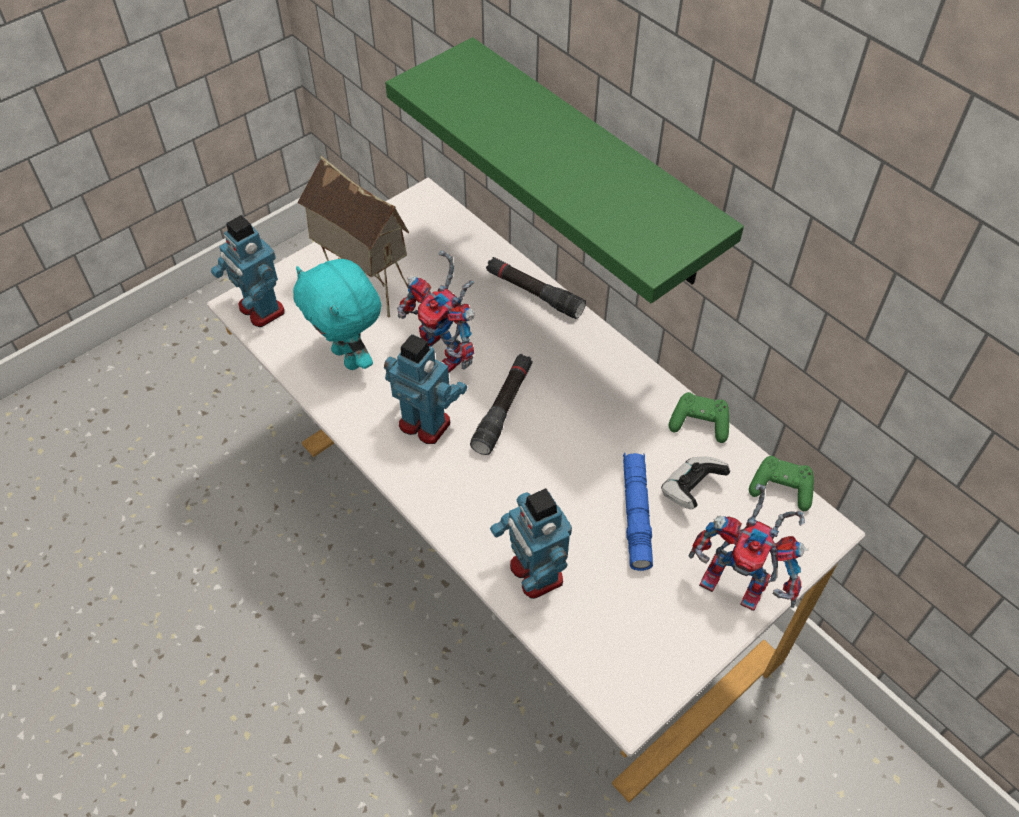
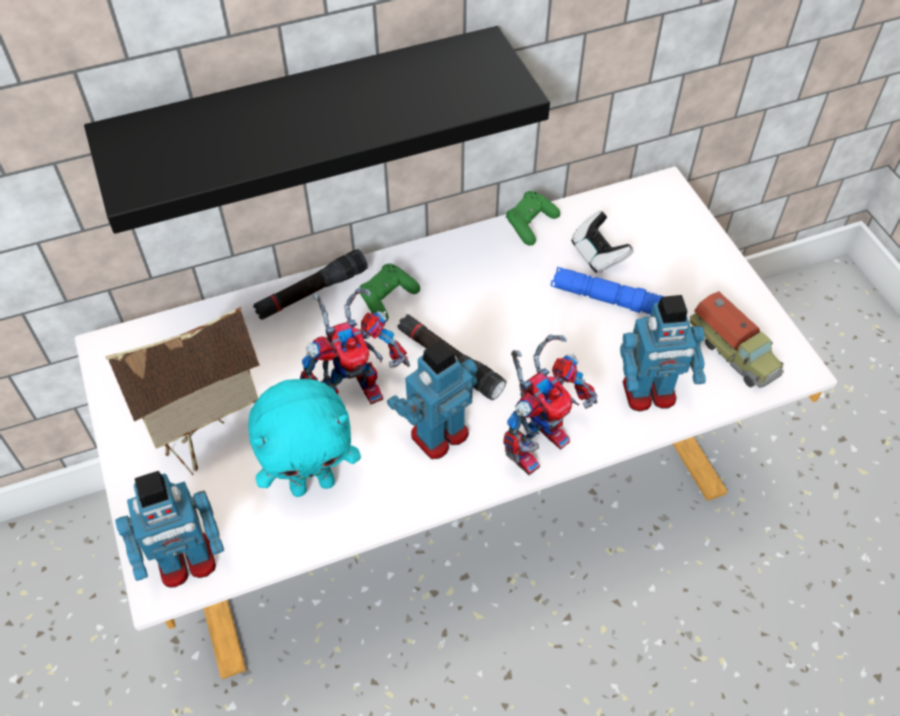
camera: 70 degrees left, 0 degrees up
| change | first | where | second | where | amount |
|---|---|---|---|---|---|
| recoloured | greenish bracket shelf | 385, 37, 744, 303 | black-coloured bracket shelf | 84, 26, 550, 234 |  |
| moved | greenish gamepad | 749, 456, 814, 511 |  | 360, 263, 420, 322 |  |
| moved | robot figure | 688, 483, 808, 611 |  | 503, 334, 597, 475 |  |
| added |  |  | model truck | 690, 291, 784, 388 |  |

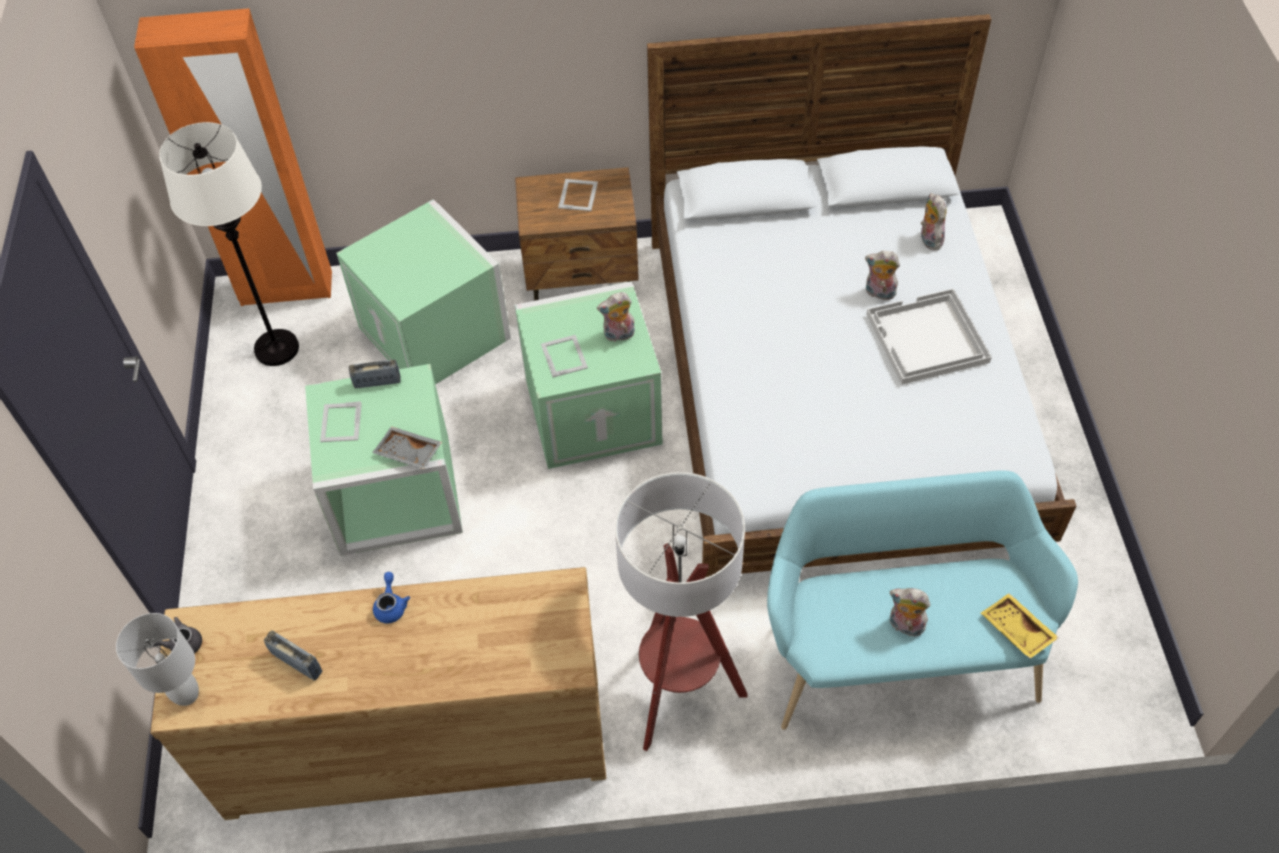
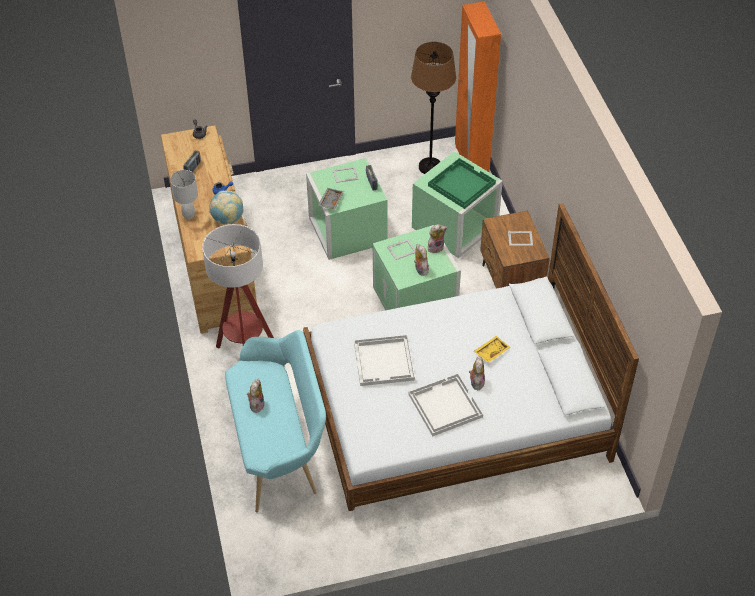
camera: 80 degrees right, 5 degrees down
| change | first | where | second | where | amount |
|---|---|---|---|---|---|
| recoloured | whitish standard lamp | 159, 122, 299, 366 | brownish standard lamp | 411, 42, 456, 174 |  |
| moved | cuddly toy | 921, 193, 946, 250 |  | 428, 224, 447, 253 |  |
| moved | yellowish tray | 981, 593, 1059, 659 |  | 474, 336, 510, 363 |  |
| moved | whitish lamp for a table | 116, 613, 199, 706 |  | 170, 170, 198, 220 |  |
| added |  |  | greenish tray | 428, 158, 496, 209 |  |
| added |  |  | desk globe | 209, 191, 243, 225 |  |
| added |  |  | whitish tray | 354, 335, 415, 386 |  |

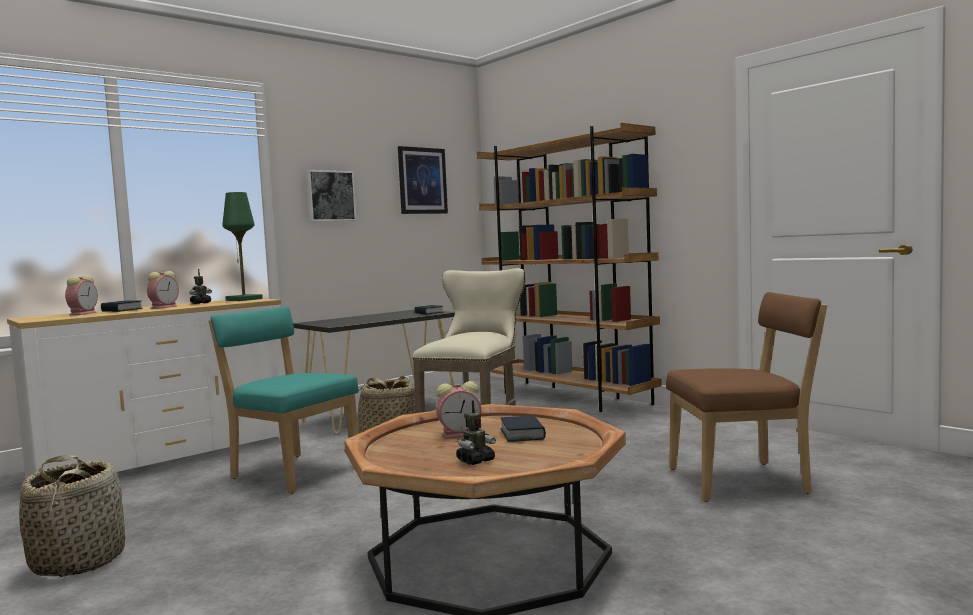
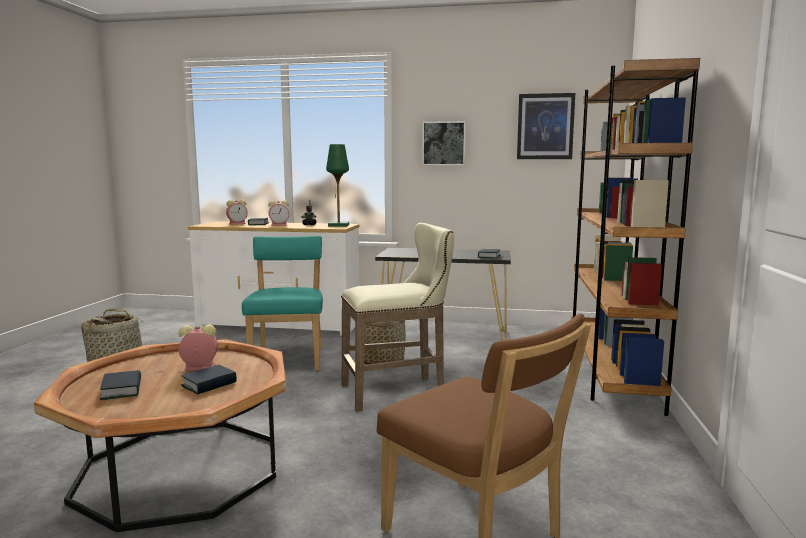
camera: 50 degrees right, 5 degrees up
| change | first | where | second | where | amount |
|---|---|---|---|---|---|
| turned | table clock | 436, 381, 481, 439 |  | 179, 324, 218, 371 | 135 degrees clockwise |
| replaced | robot figure | 456, 400, 496, 465 | volume | 100, 370, 141, 400 |  |

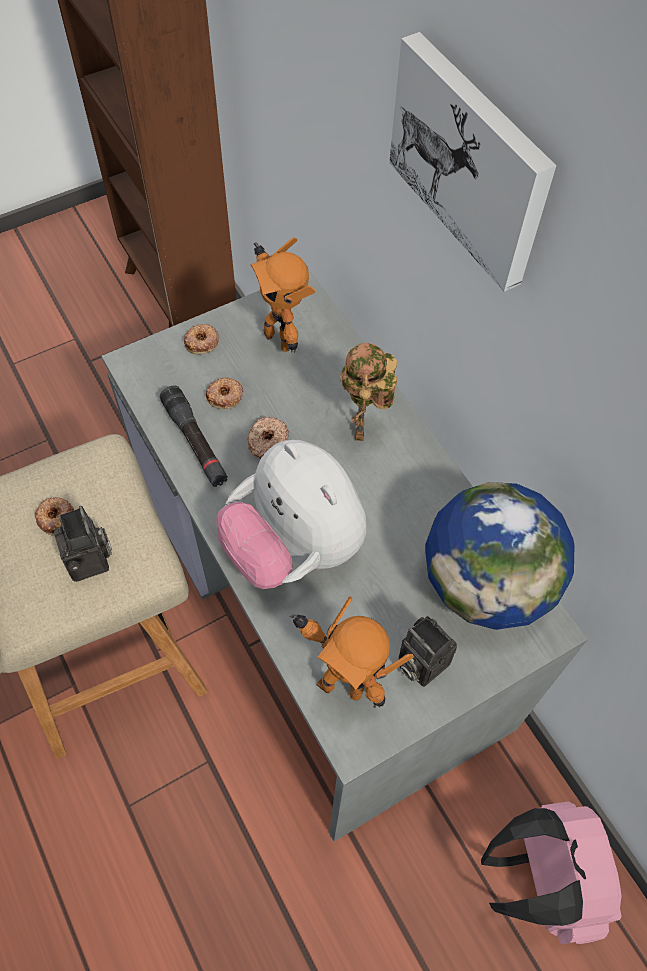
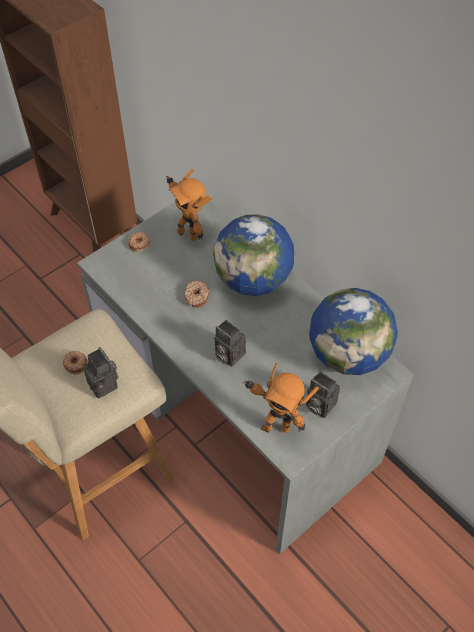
camera: 10 degrees left, 5 degrees down
| change | first | where | second | where | amount |
|---|---|---|---|---|---|
| removed | wall picture | 389, 32, 556, 292 |  |  |  |
| replaced | robot figure | 340, 343, 397, 441 | desk globe | 213, 214, 294, 296 |  |
| removed | doughnut | 206, 377, 244, 409 |  |  |  |
| removed | black-coloured flashlight | 160, 385, 227, 487 |  |  |  |
| replaced | cuddly toy | 216, 440, 366, 589 | photo camera | 215, 320, 246, 367 |  |
| removed | pink-coloured backpack | 481, 802, 622, 944 |  |  |  |

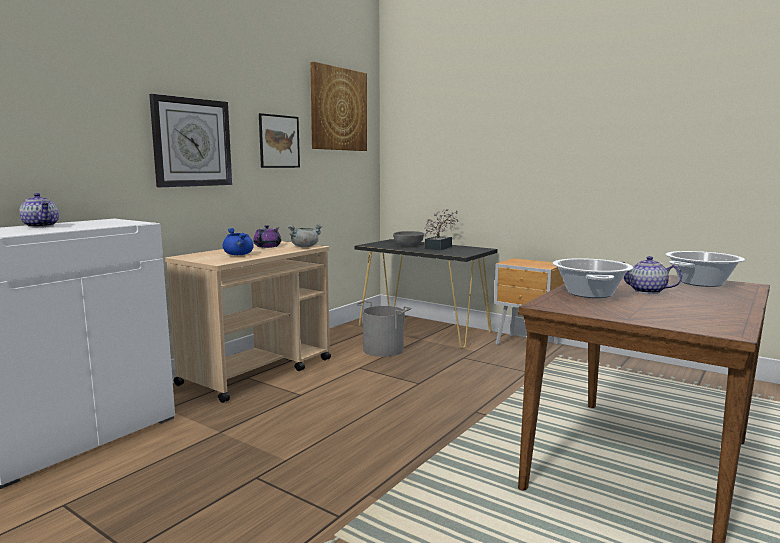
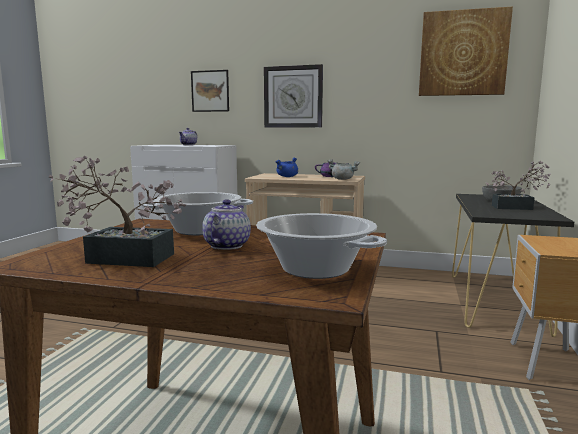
camera: 70 degrees right, 0 degrees up
| change | first | where | second | where | amount |
|---|---|---|---|---|---|
| moved | wall picture | 259, 113, 300, 168 |  | 191, 70, 229, 112 |  |
| removed | gray pail | 356, 301, 411, 357 |  |  |  |
| added |  |  | plant in a pot | 49, 155, 186, 267 |  |

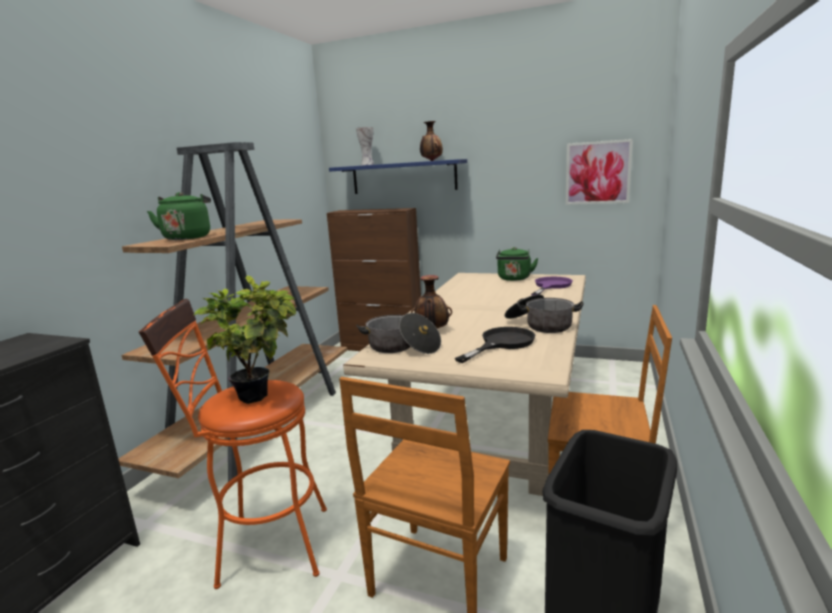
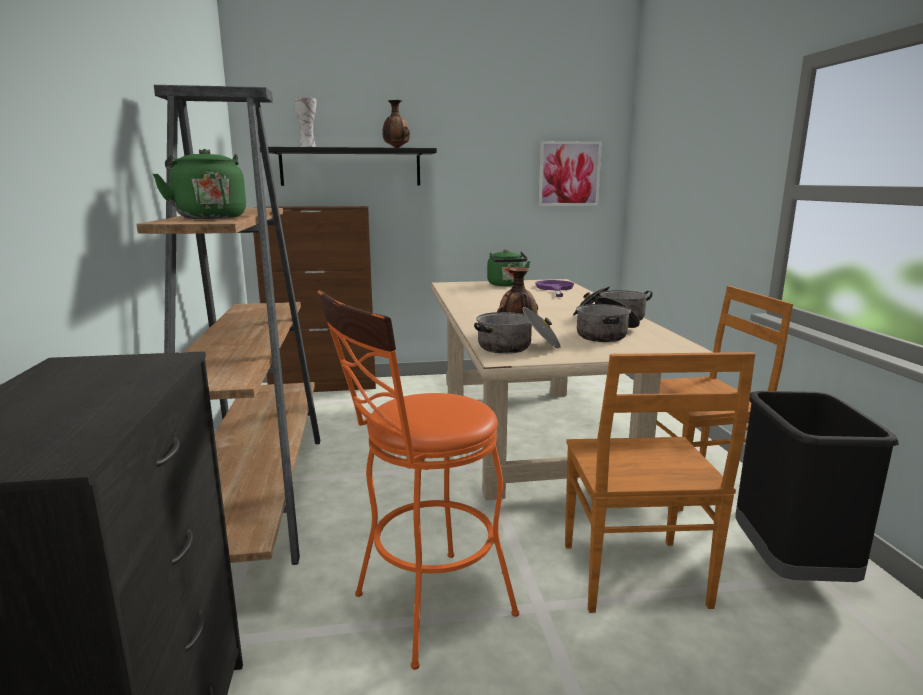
camera: 30 degrees left, 0 degrees up
| change | first | where | second | where | amount |
|---|---|---|---|---|---|
| recoloured | blue bracket shelf | 329, 159, 467, 194 | black-coloured bracket shelf | 260, 147, 437, 186 |  |
| removed | plant in a pot | 193, 275, 296, 404 |  |  |  |
| replaced | black-coloured pan | 455, 327, 535, 363 | saucepot | 576, 297, 640, 342 |  |

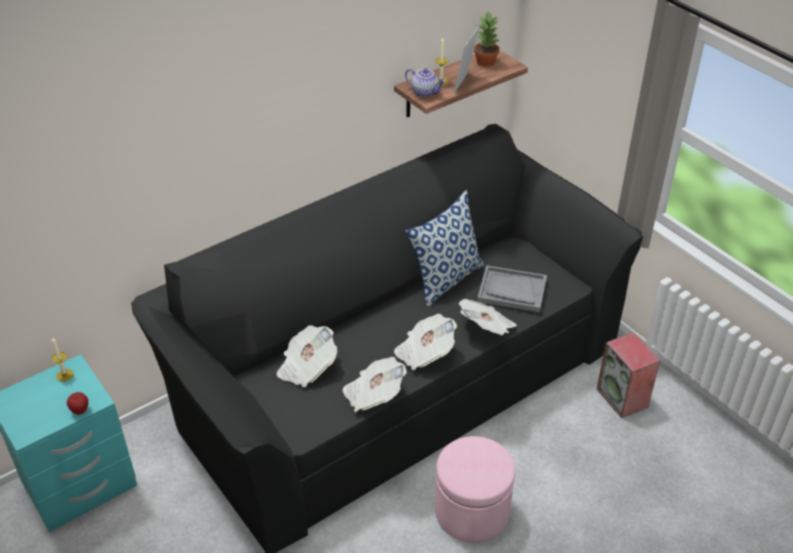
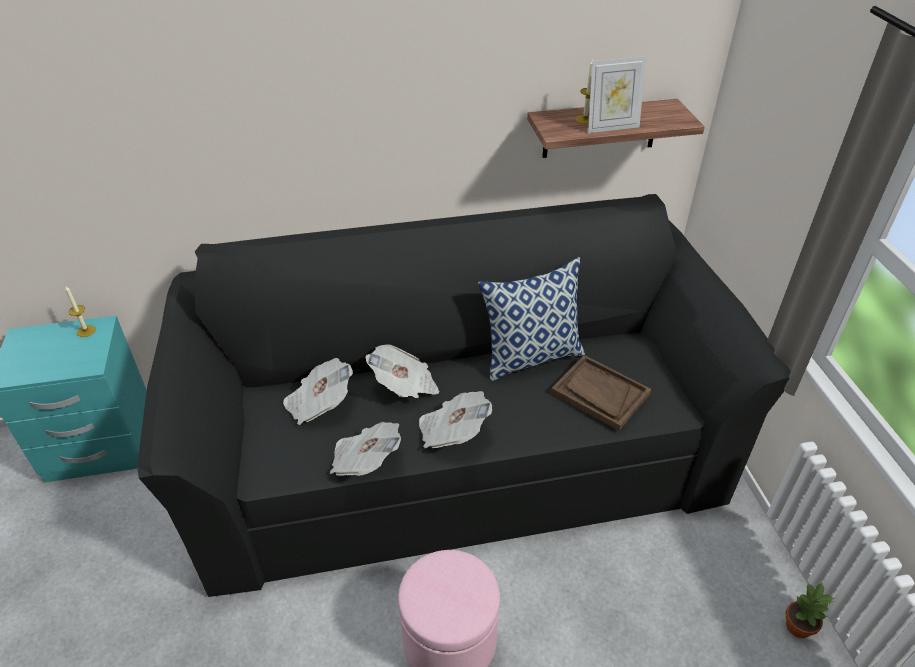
camera: 25 degrees right, 0 degrees up
| change | first | where | second | where | amount |
|---|---|---|---|---|---|
| moved | plant in a pot | 474, 11, 500, 66 |  | 786, 583, 835, 638 |  |
| turned | standing frame | 453, 26, 479, 94 |  | 588, 56, 646, 133 | 150 degrees counterclockwise |
| removed | pot for tea | 405, 68, 446, 97 |  |  |  |
| recoloured | gray tray | 477, 265, 547, 312 | brownish tray | 551, 355, 651, 431 |  |
| moved | daily paper | 459, 299, 517, 335 |  | 366, 344, 440, 398 |  |
| removed | audio speaker | 597, 332, 660, 418 |  |  |  |
| removed | apple fruit | 67, 392, 88, 415 |  |  |  |

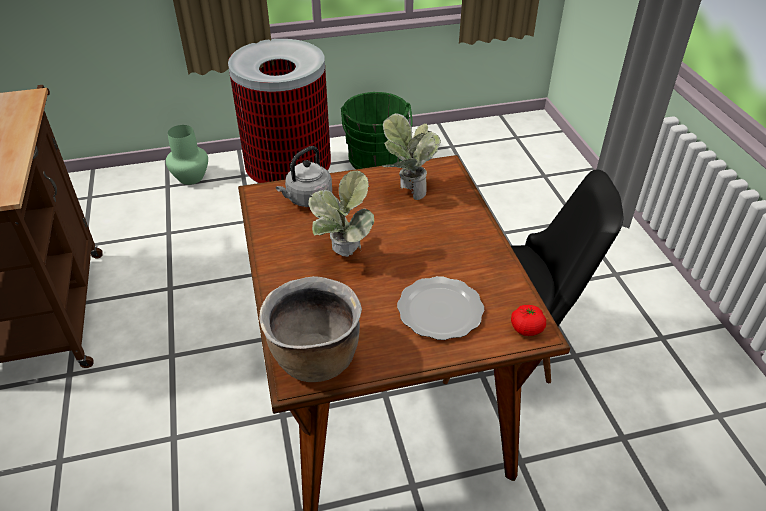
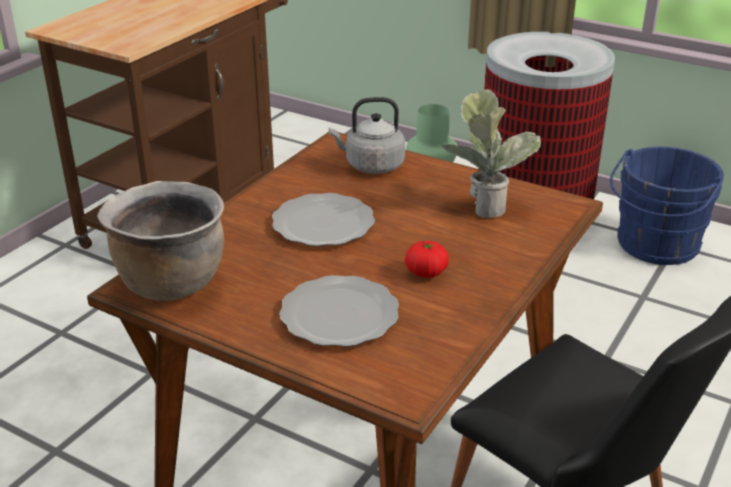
camera: 45 degrees right, 10 degrees down
| change | first | where | second | where | amount |
|---|---|---|---|---|---|
| recoloured | greenish pail | 341, 92, 413, 169 | blue pail | 610, 147, 724, 265 |  |
| replaced | plant in a pot | 309, 171, 374, 257 | dinner plate | 272, 193, 375, 246 |  |
| moved | tomato | 511, 305, 546, 336 |  | 405, 241, 449, 278 |  |

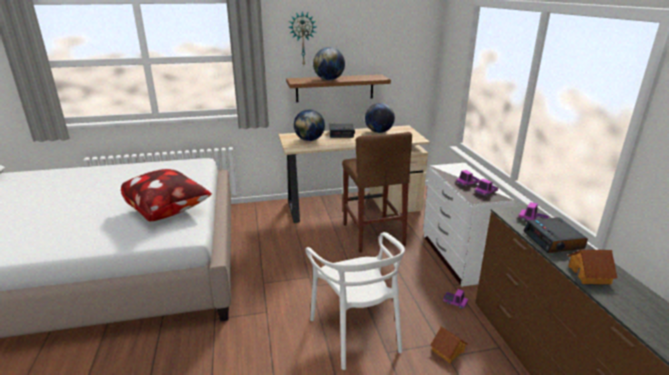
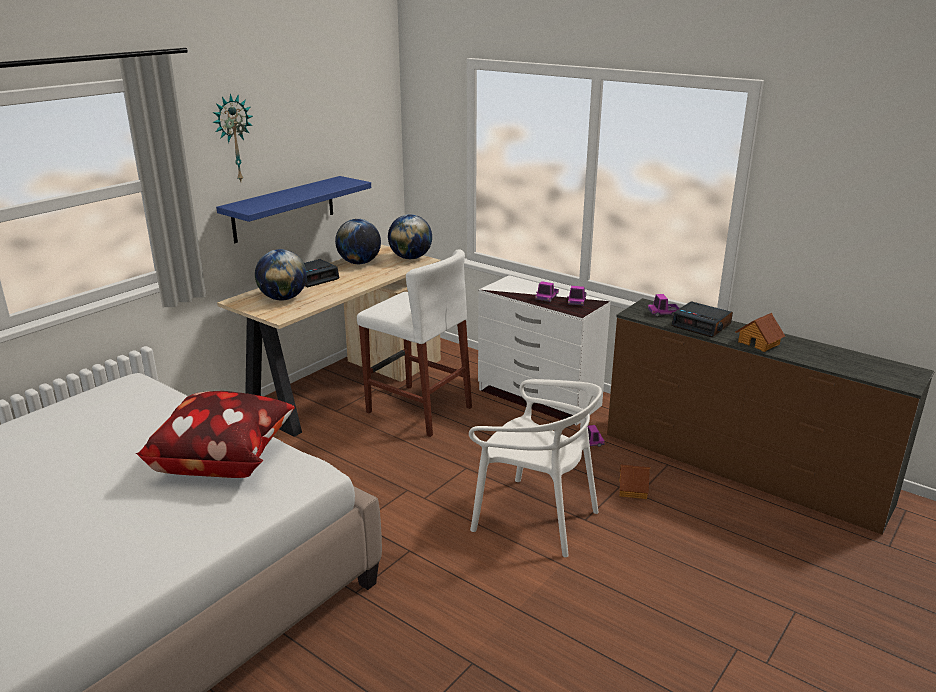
camera: 40 degrees left, 0 degrees up
| change | first | where | second | where | amount |
|---|---|---|---|---|---|
| moved | desk globe | 313, 47, 345, 80 |  | 388, 214, 432, 259 |  |
| recoloured | brownish bracket shelf | 286, 74, 391, 102 | blue bracket shelf | 216, 176, 371, 243 |  |
| recoloured | brownish sitting stool | 342, 132, 412, 253 | whitish sitting stool | 357, 249, 472, 437 |  |

